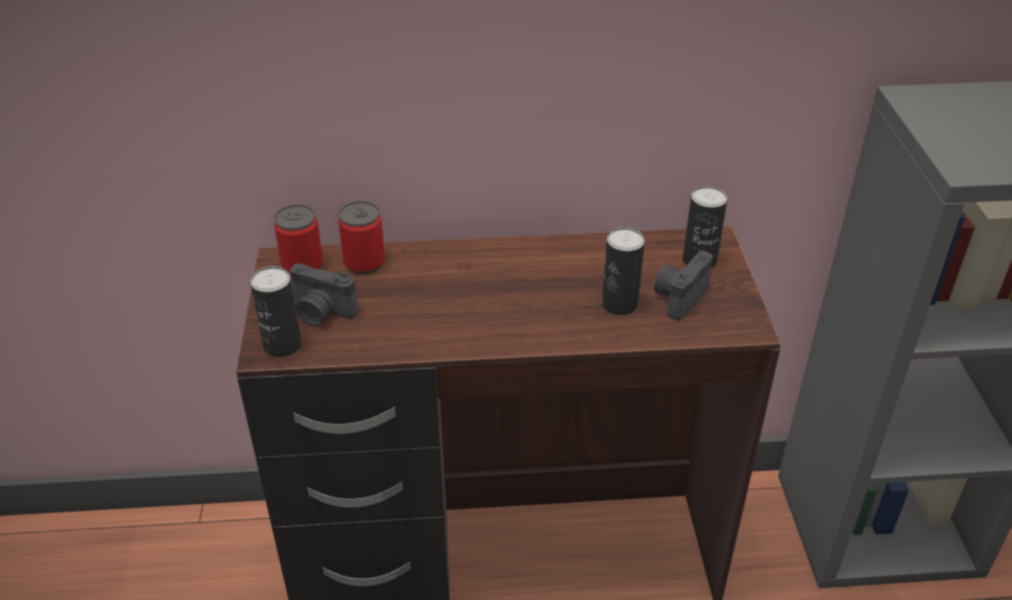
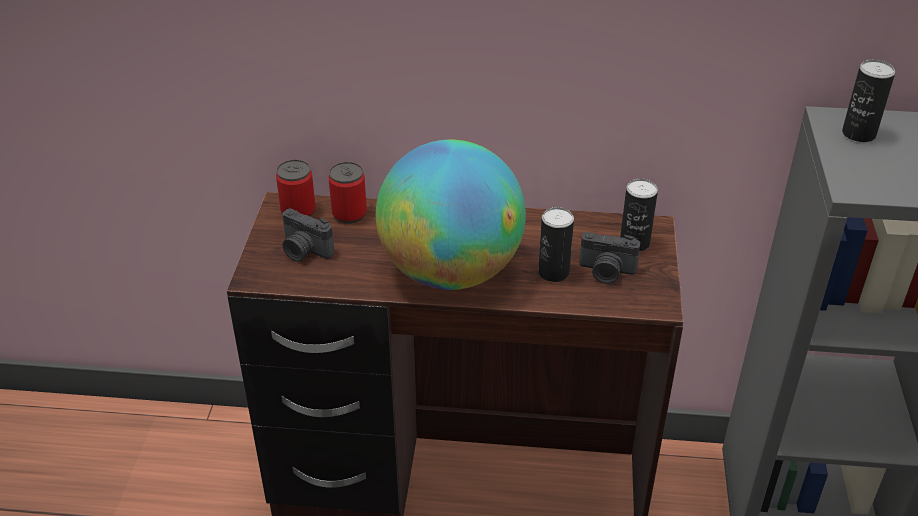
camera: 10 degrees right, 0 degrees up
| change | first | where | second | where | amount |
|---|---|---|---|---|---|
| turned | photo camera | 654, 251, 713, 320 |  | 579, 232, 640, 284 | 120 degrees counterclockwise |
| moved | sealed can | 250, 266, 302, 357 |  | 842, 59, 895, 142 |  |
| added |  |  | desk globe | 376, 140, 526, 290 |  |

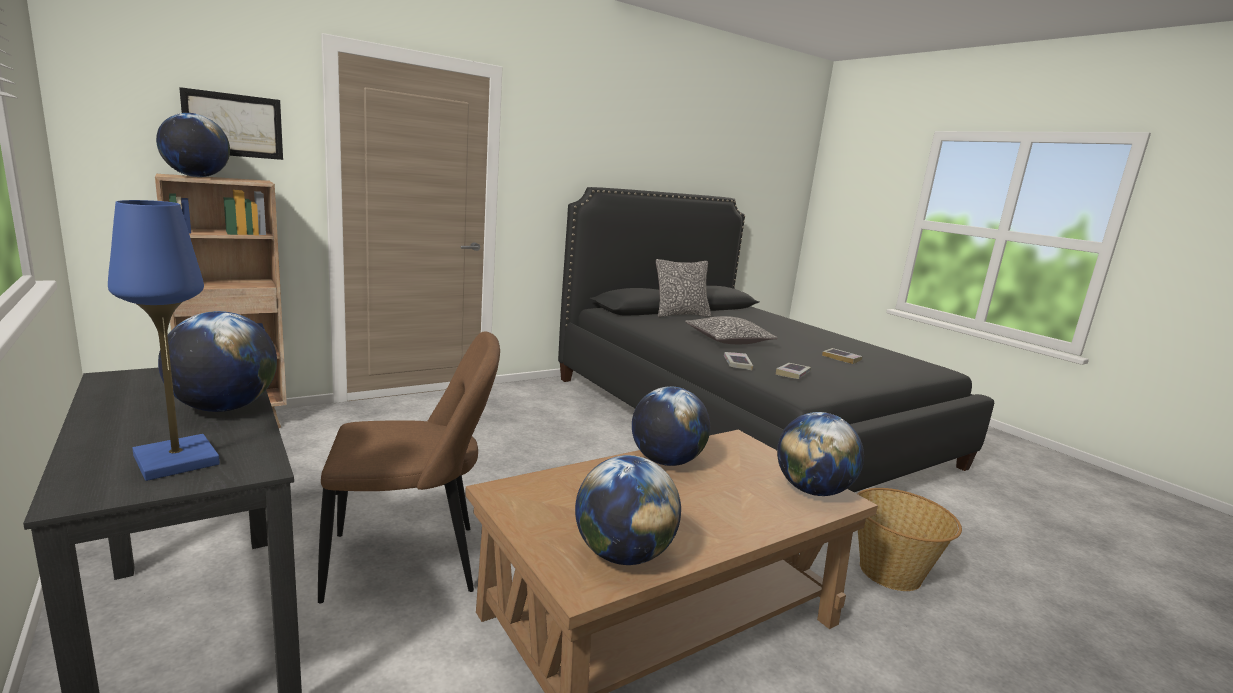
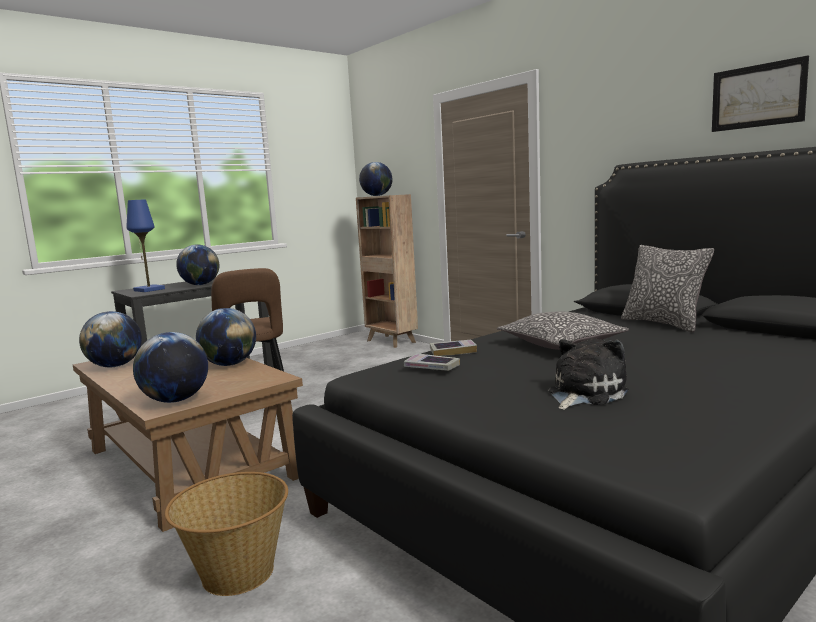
camera: 85 degrees right, 5 degrees down
| change | first | where | second | where | amount |
|---|---|---|---|---|---|
| moved | wall picture | 179, 87, 283, 160 |  | 712, 55, 809, 132 |  |
| replaced | volume | 822, 348, 863, 364 | cuddly toy | 548, 338, 629, 410 |  |

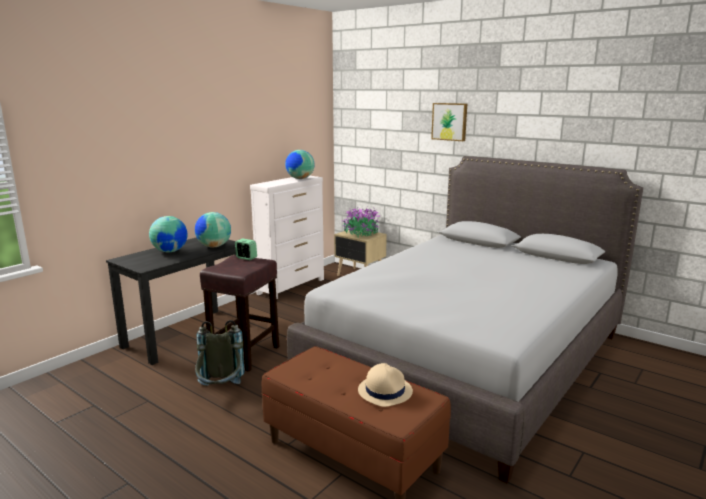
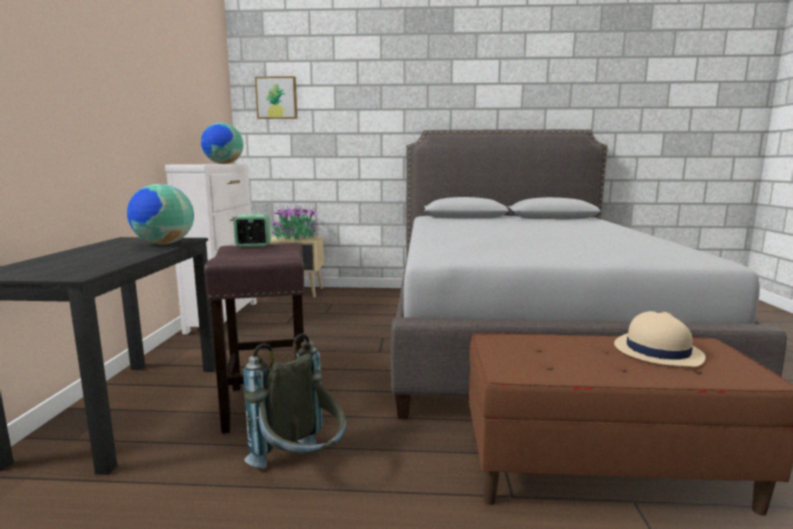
camera: 35 degrees left, 5 degrees down
| change | first | where | second | where | amount |
|---|---|---|---|---|---|
| moved | wall picture | 431, 103, 467, 141 |  | 255, 76, 297, 119 |  |
| removed | desk globe | 149, 216, 187, 252 |  |  |  |

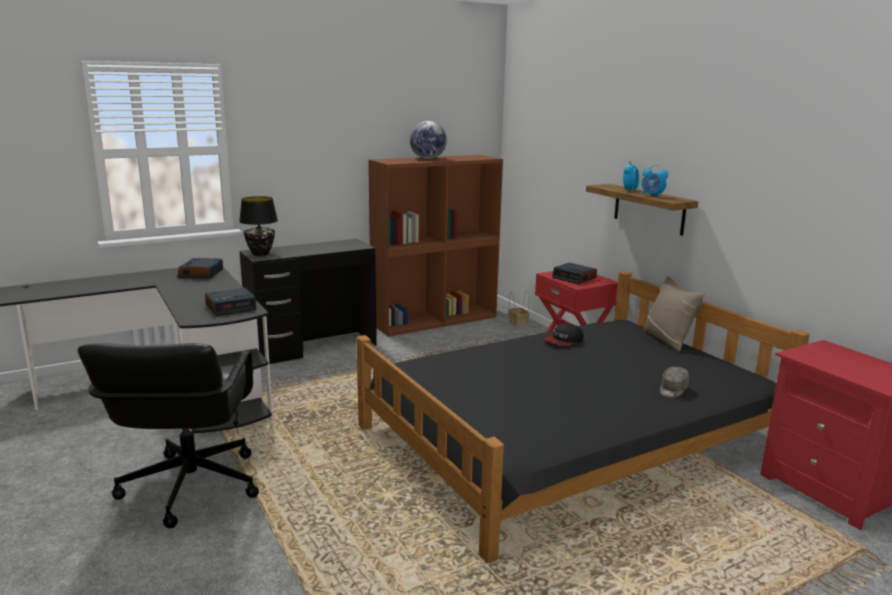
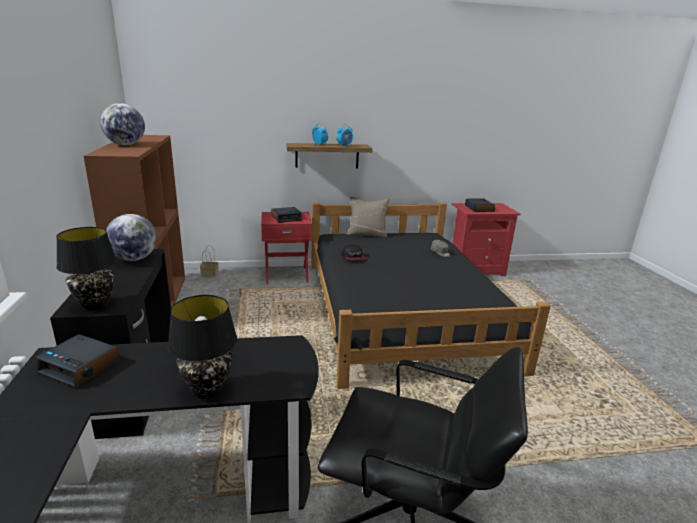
camera: 70 degrees left, 5 degrees up
| change | first | where | second | where | amount |
|---|---|---|---|---|---|
| moved | table clock | 205, 288, 257, 316 |  | 465, 198, 495, 212 |  |
| added |  |  | desk globe | 106, 214, 157, 261 |  |
| added |  |  | black-coloured lamp for a table | 168, 295, 237, 399 |  |

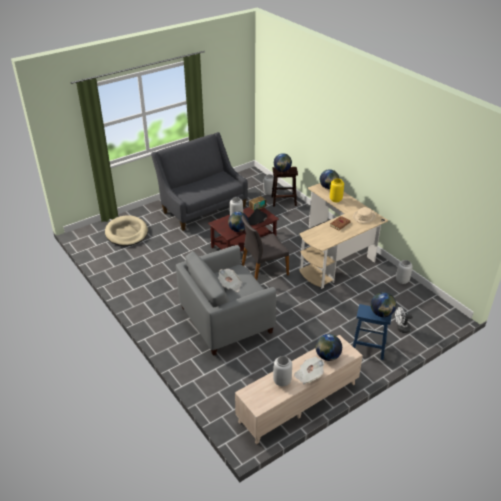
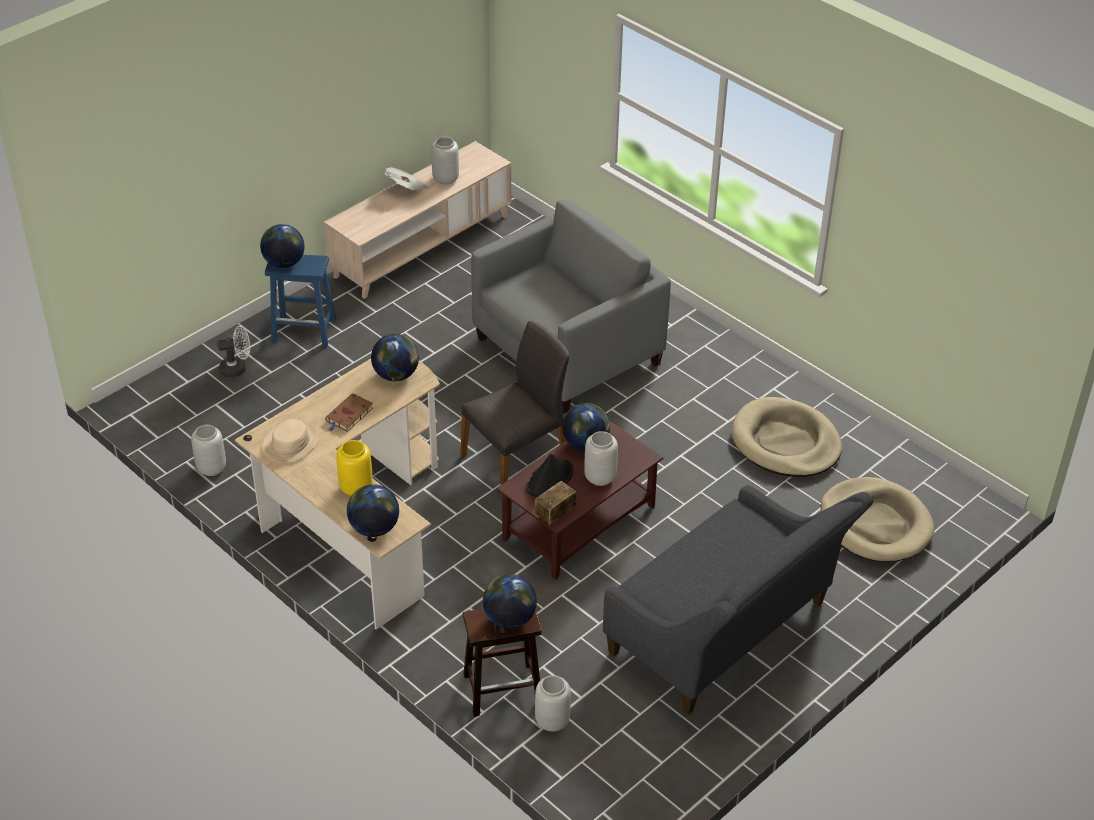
camera: 170 degrees right, 5 degrees up
| change | first | where | second | where | amount |
|---|---|---|---|---|---|
| removed | daily paper | 218, 269, 242, 292 |  |  |  |
| moved | desk globe | 316, 334, 342, 361 |  | 371, 334, 419, 381 |  |
| added |  |  | beige dog cushion | 732, 397, 842, 477 |  |

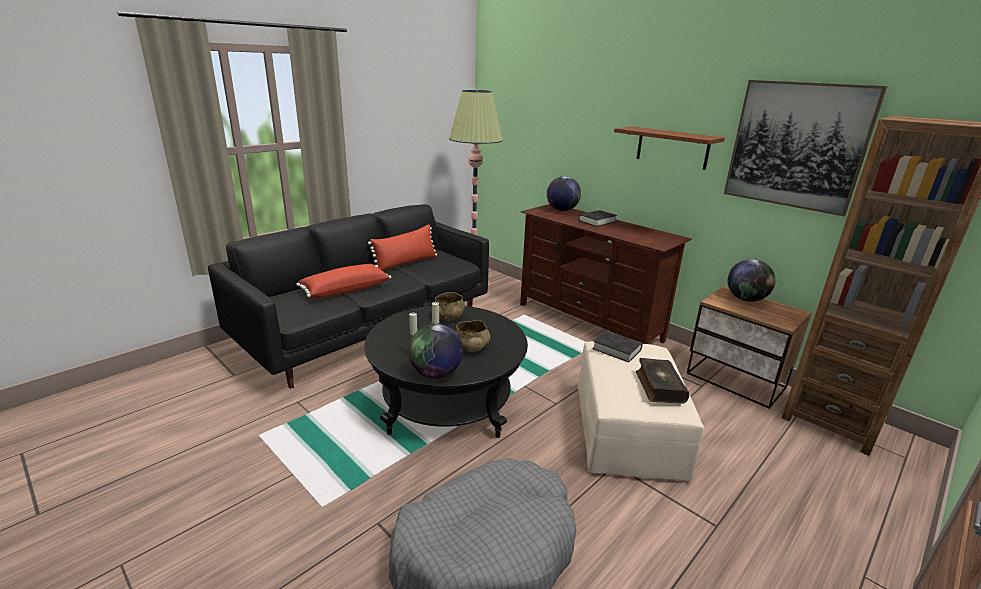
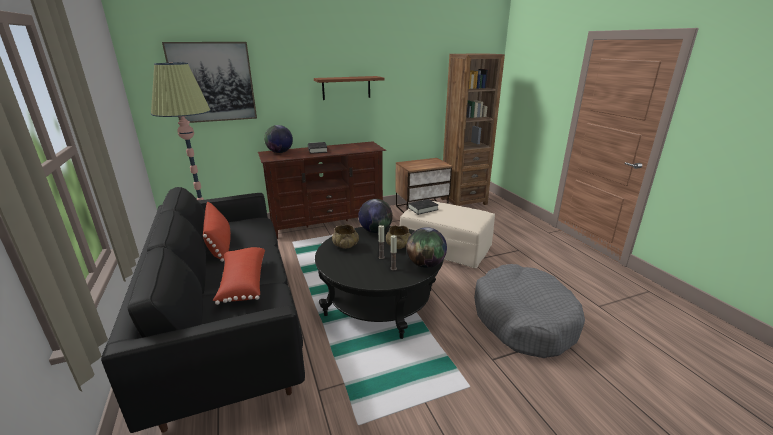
camera: 65 degrees left, 0 degrees up
| change | first | where | second | where | amount |
|---|---|---|---|---|---|
| moved | wall picture | 724, 80, 888, 216 |  | 162, 42, 257, 123 |  |
| moved | desk globe | 728, 259, 775, 302 |  | 358, 199, 393, 233 |  |
| removed | volume | 636, 358, 689, 404 |  |  |  |

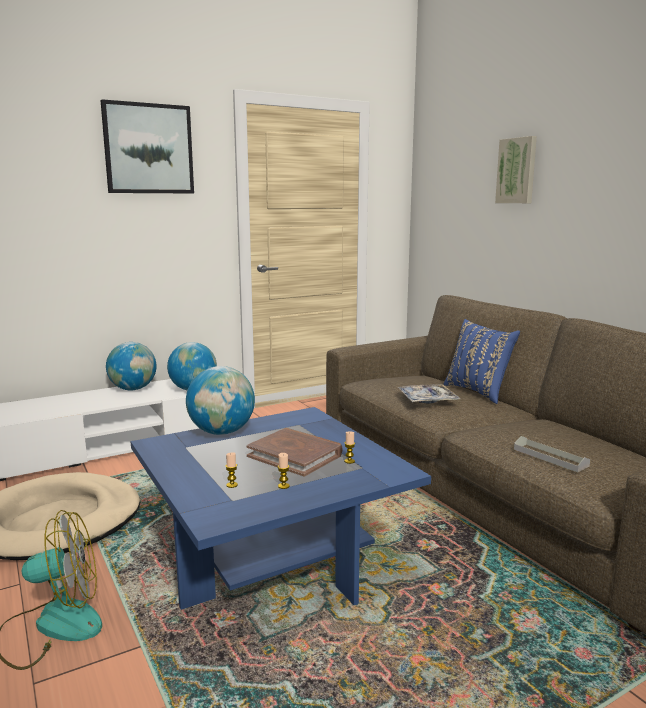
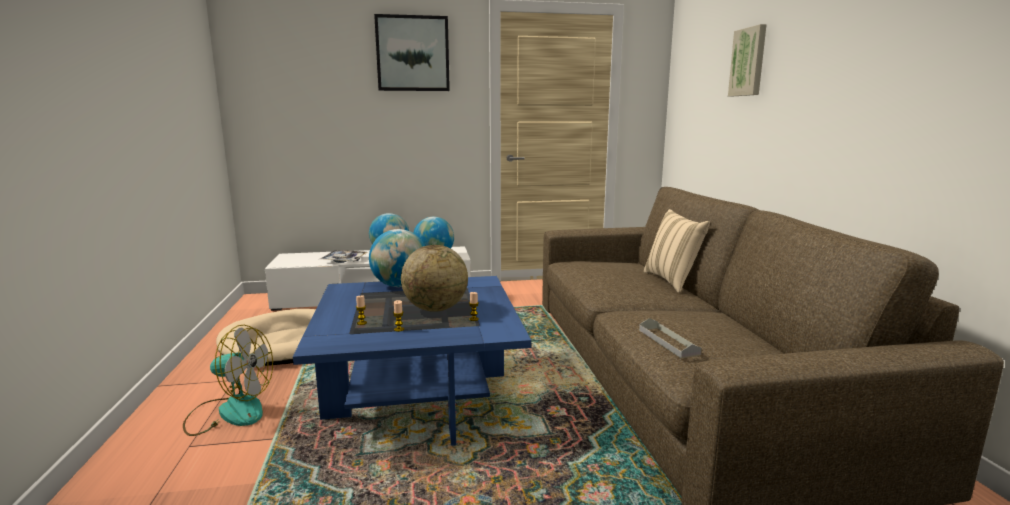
camera: 20 degrees right, 0 degrees up
| change | first | where | second | where | amount |
|---|---|---|---|---|---|
| recoloured | blue throw pillow | 444, 319, 520, 404 | beige throw pillow | 644, 209, 710, 293 |  |
| moved | tray | 397, 384, 461, 404 |  | 320, 250, 367, 263 |  |
| replaced | brownish volume | 246, 428, 343, 477 | desk globe | 401, 245, 468, 312 |  |

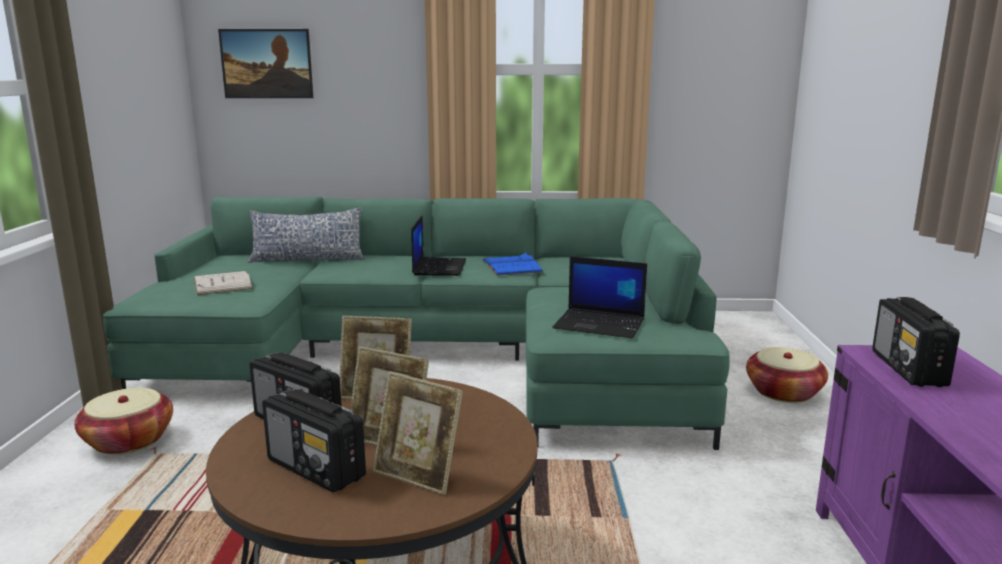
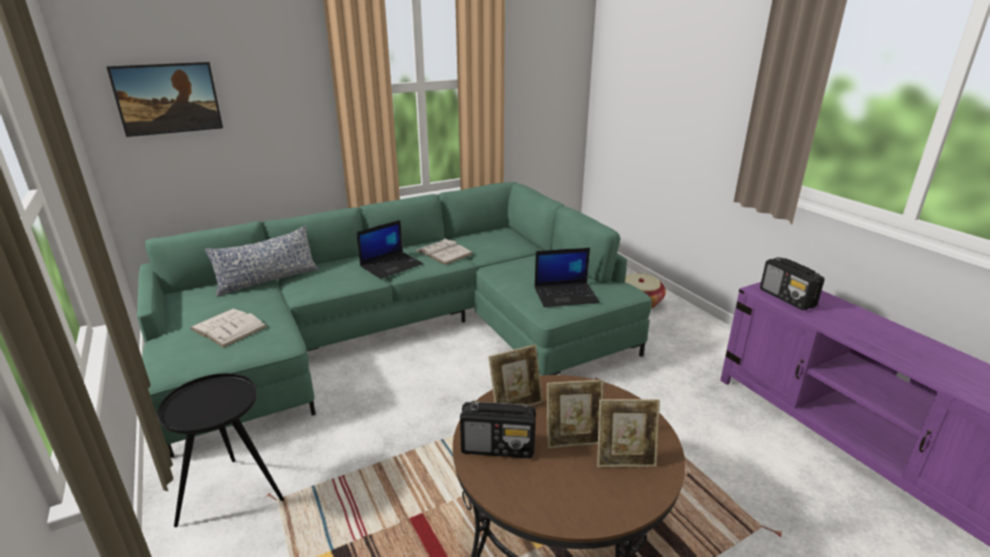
camera: 30 degrees left, 10 degrees up
| change | first | where | second | where | amount |
|---|---|---|---|---|---|
| turned | notebook computer | 411, 216, 466, 276 |  | 357, 220, 423, 279 | 75 degrees clockwise |
| recoloured | blue volume | 483, 253, 543, 276 | whitish volume | 415, 238, 473, 265 |  |
| replaced | storage basket | 74, 387, 173, 455 | black-coloured accent table | 157, 373, 284, 527 |  |
| removed | radio | 262, 388, 366, 493 |  |  |  |

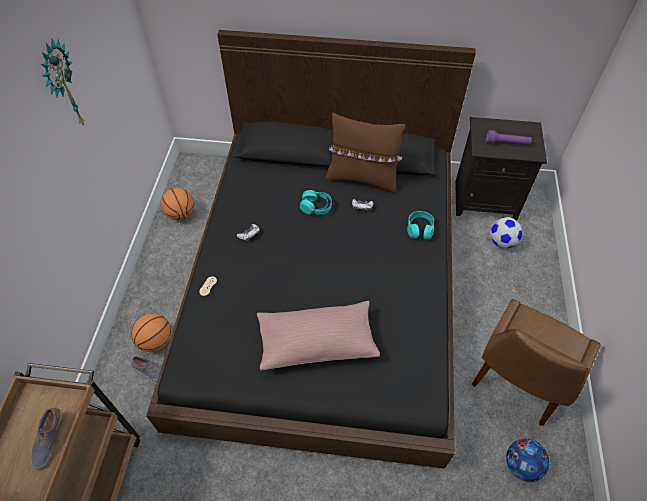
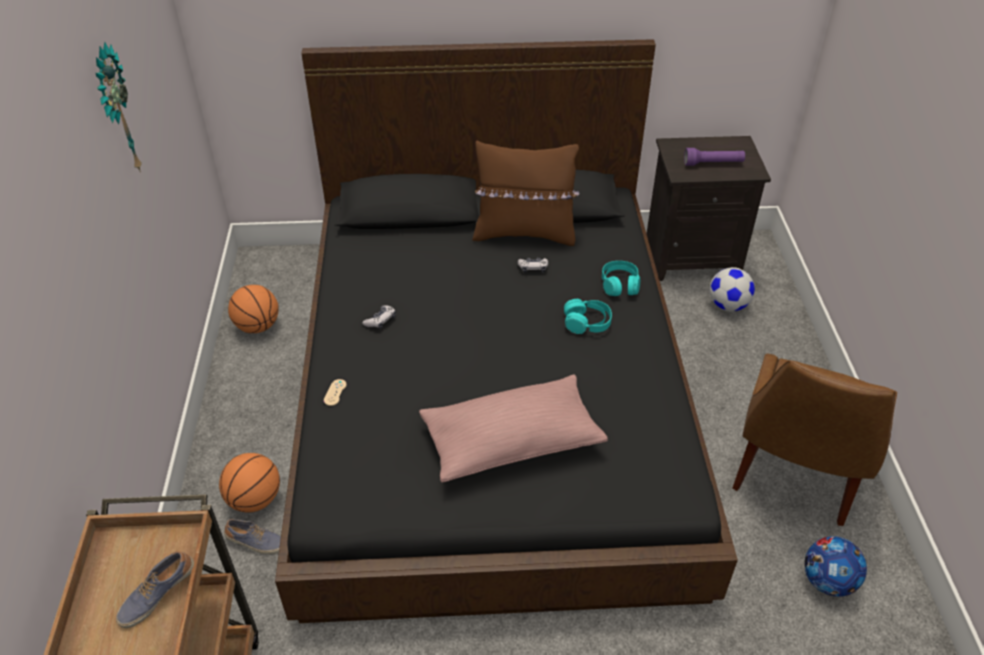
camera: 10 degrees left, 10 degrees down
| change | first | where | second | where | amount |
|---|---|---|---|---|---|
| moved | turquoise-coloured headphones | 300, 190, 332, 215 |  | 564, 299, 612, 334 |  |
| turned | shoe | 31, 408, 63, 470 |  | 116, 551, 194, 628 | 45 degrees clockwise |

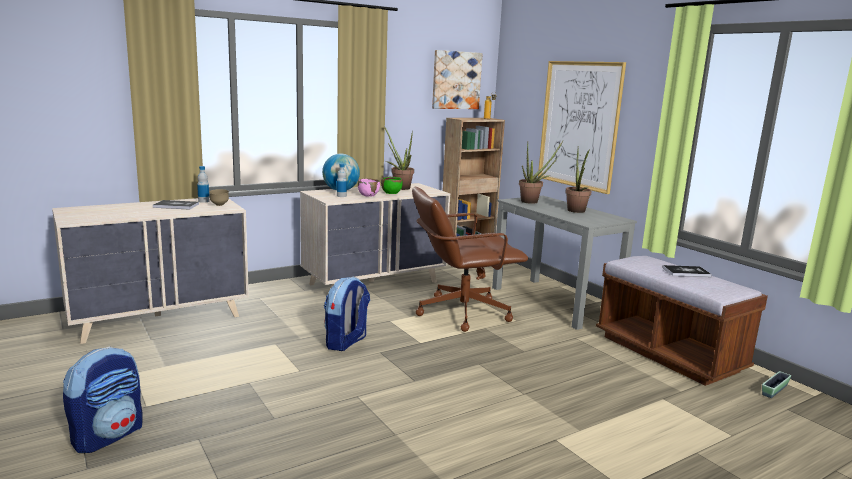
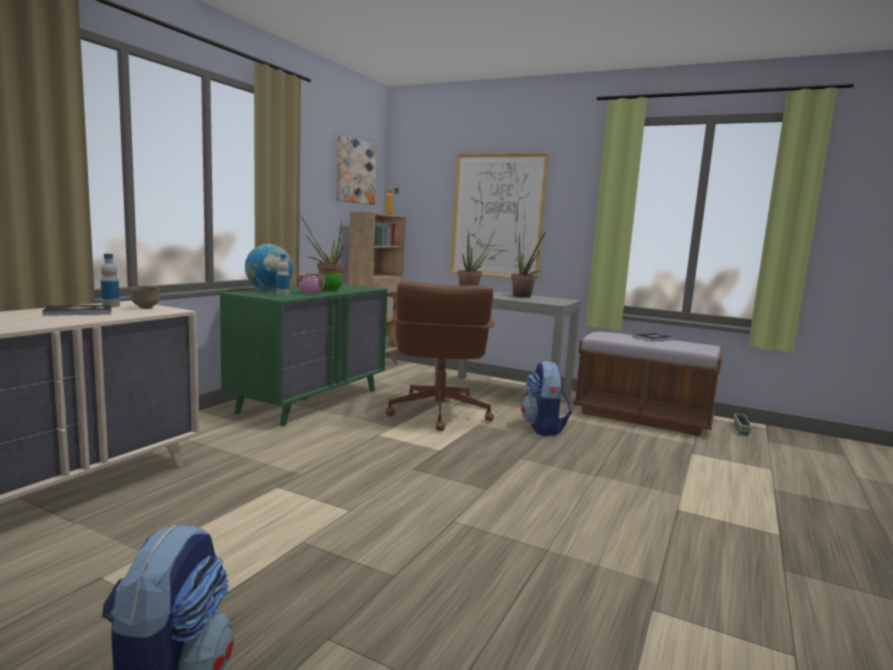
camera: 30 degrees left, 5 degrees down
| change | first | where | second | where | amount |
|---|---|---|---|---|---|
| recoloured | beige dresser | 300, 183, 450, 288 | greenish dresser | 220, 284, 388, 427 |  |
| turned | brownish desk chair | 412, 187, 528, 332 |  | 386, 281, 494, 431 | 45 degrees counterclockwise |
| moved | backpack | 324, 277, 370, 351 |  | 521, 361, 572, 436 |  |

